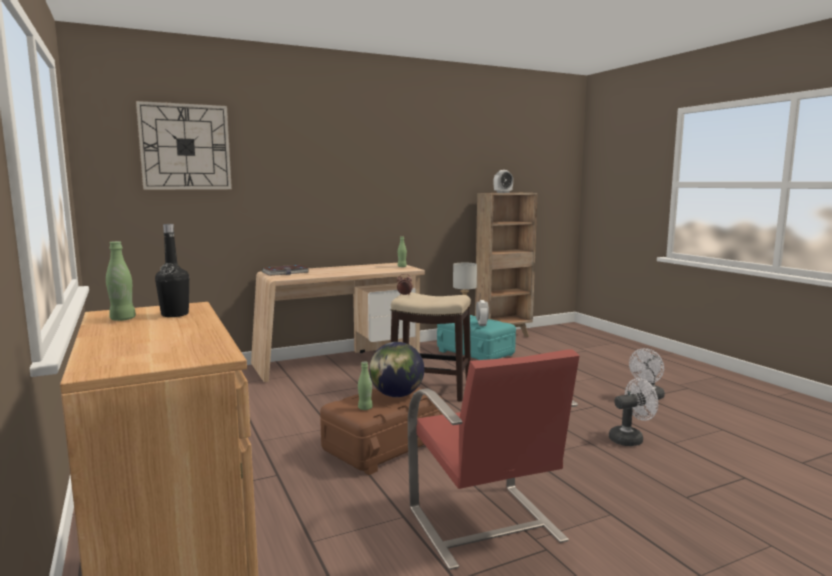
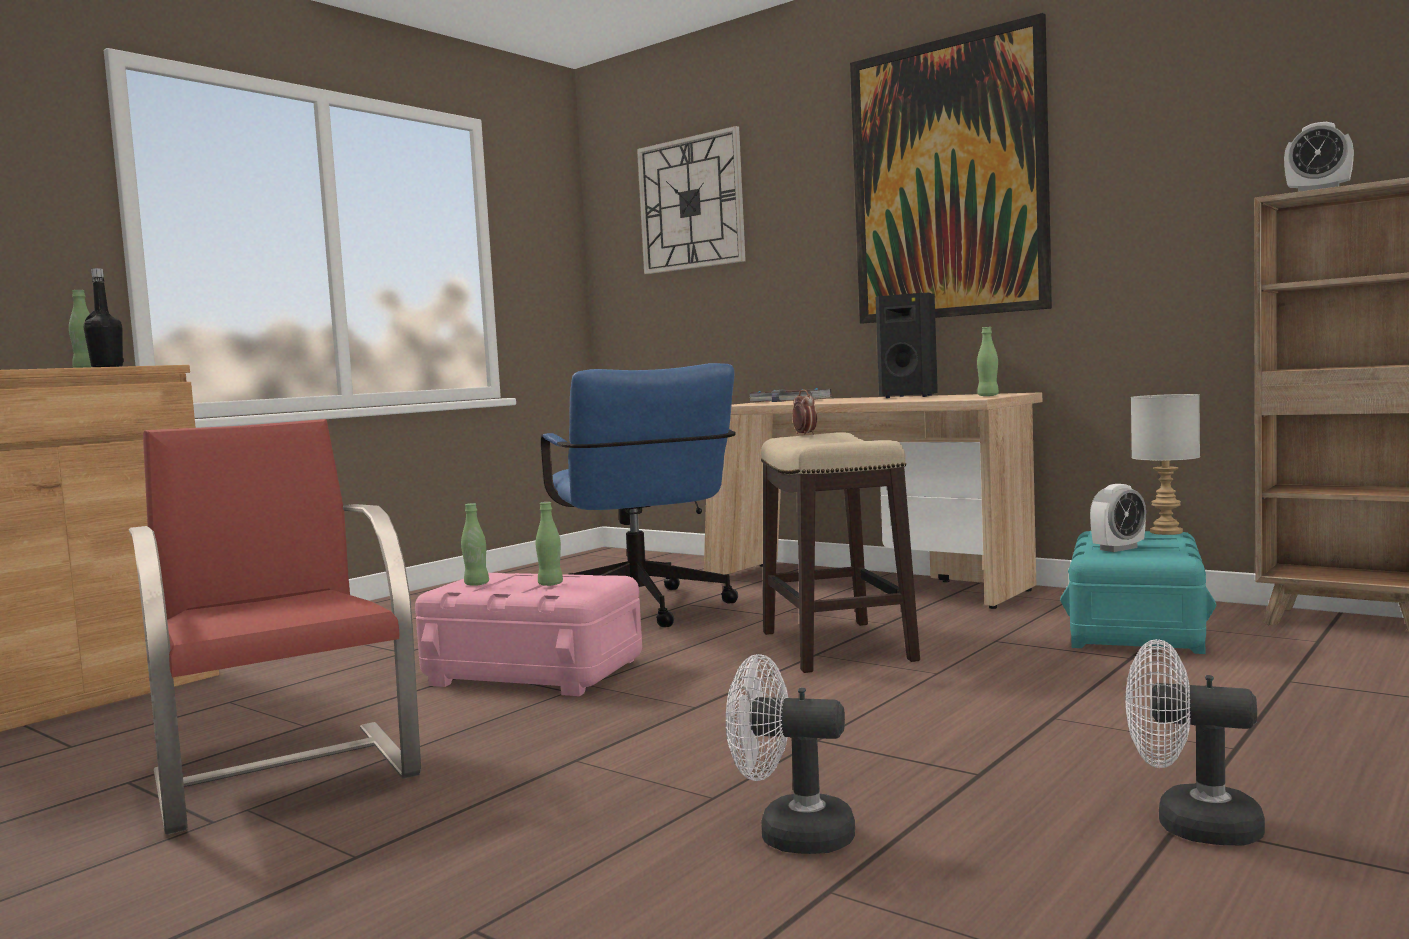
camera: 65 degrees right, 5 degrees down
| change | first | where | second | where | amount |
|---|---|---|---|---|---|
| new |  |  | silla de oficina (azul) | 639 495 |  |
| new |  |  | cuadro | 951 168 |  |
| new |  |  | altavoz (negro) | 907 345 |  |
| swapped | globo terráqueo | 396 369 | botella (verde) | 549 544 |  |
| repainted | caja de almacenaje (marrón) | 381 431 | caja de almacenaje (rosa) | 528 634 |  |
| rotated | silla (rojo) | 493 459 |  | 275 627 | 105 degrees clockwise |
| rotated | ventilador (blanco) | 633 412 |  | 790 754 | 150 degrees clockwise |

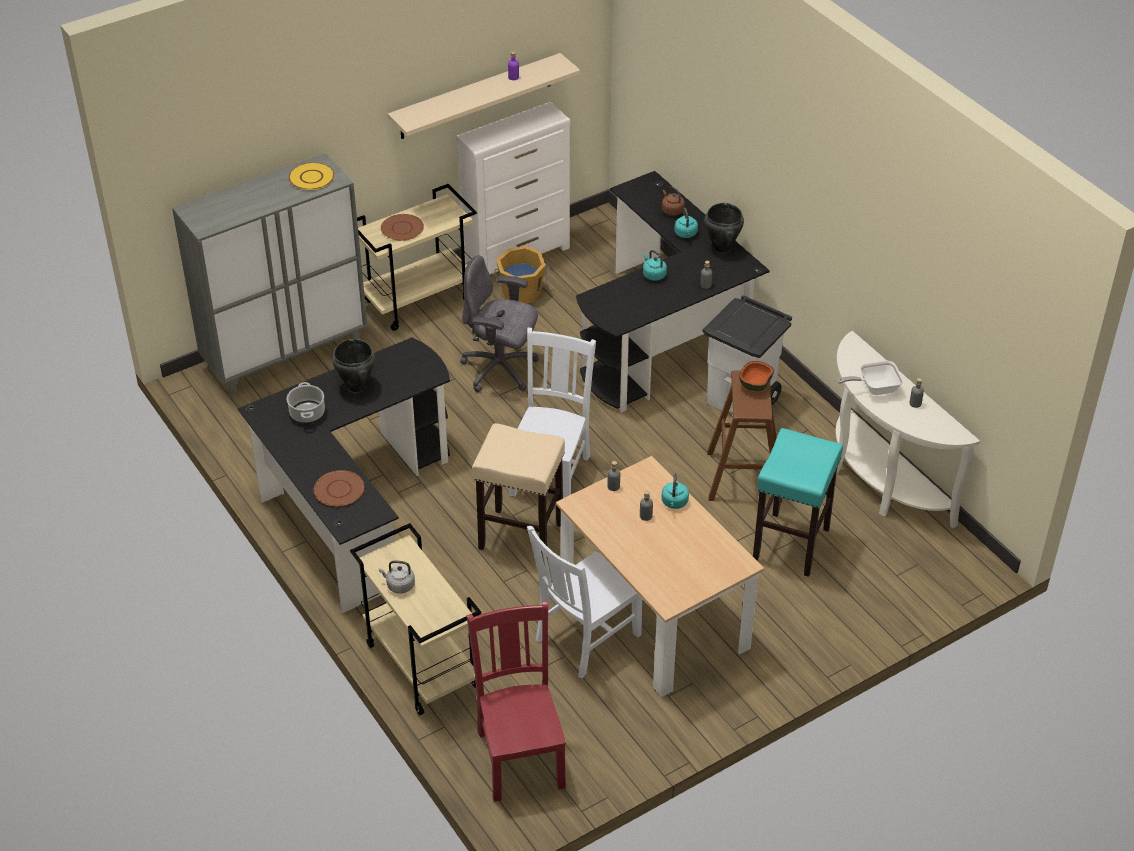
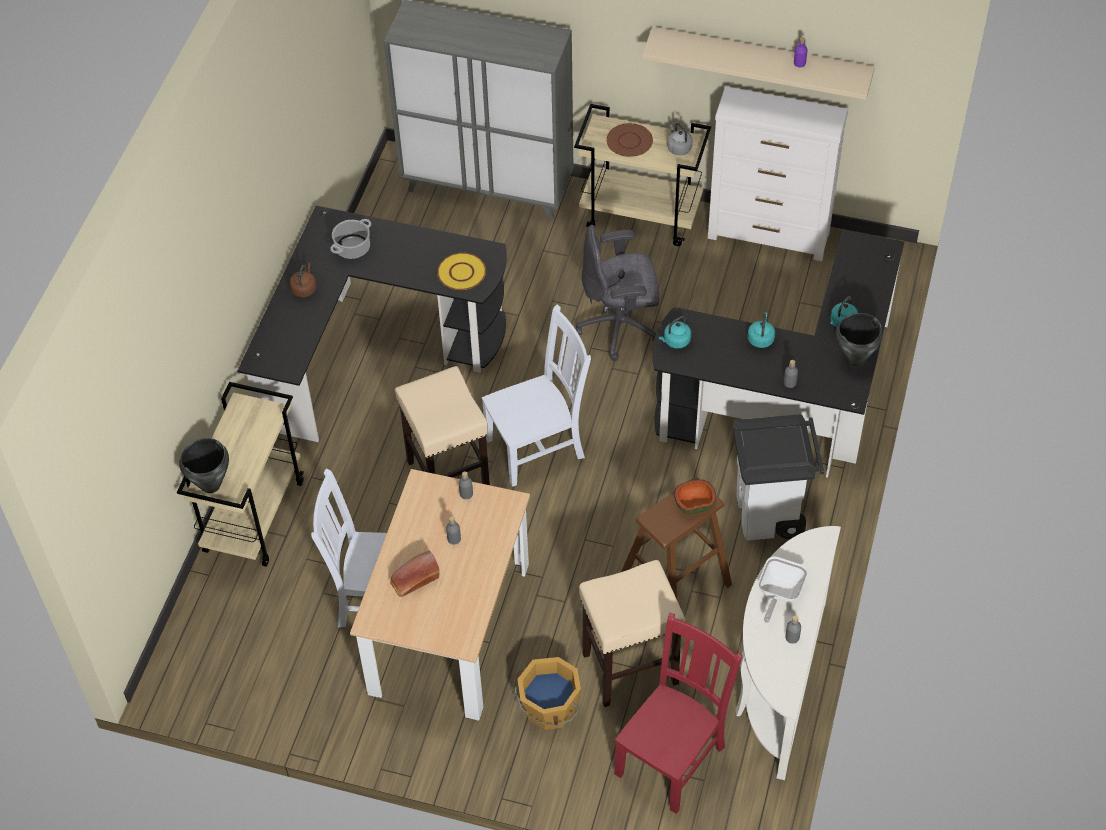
camera: 50 degrees right, 10 degrees up
| change | first | where | second | where | amount |
|---|---|---|---|---|---|
| gone | plato (marrón) | 339 488 |  |  |  |
| new |  |  | pan | 415 574 |  |
| shifted | plato (amarillo) | 311 176 |  | 461 271 |  |
| shifted | olla (negro) | 353 365 |  | 204 465 |  |
| shifted | hervidor (gris) | 397 577 |  | 680 139 |  |
| shifted | silla (rojo) | 516 701 |  | 678 713 |  |
| shifted | cubo (naranja) | 521 275 |  | 548 693 |  |
| shifted | hervidor (turquesa) | 675 491 |  | 675 332 |  |
| shifted | hervidor (marrón) | 673 201 |  | 303 280 |  |
| repainted | taburete (turquesa) | 798 502 | taburete (beis) | 632 633 |  |
| rotated | silla de oficina (gris) | 499 324 |  | 617 293 | 75 degrees counterclockwise |
| rotated | sartén | 870 378 |  | 783 589 | 105 degrees counterclockwise |

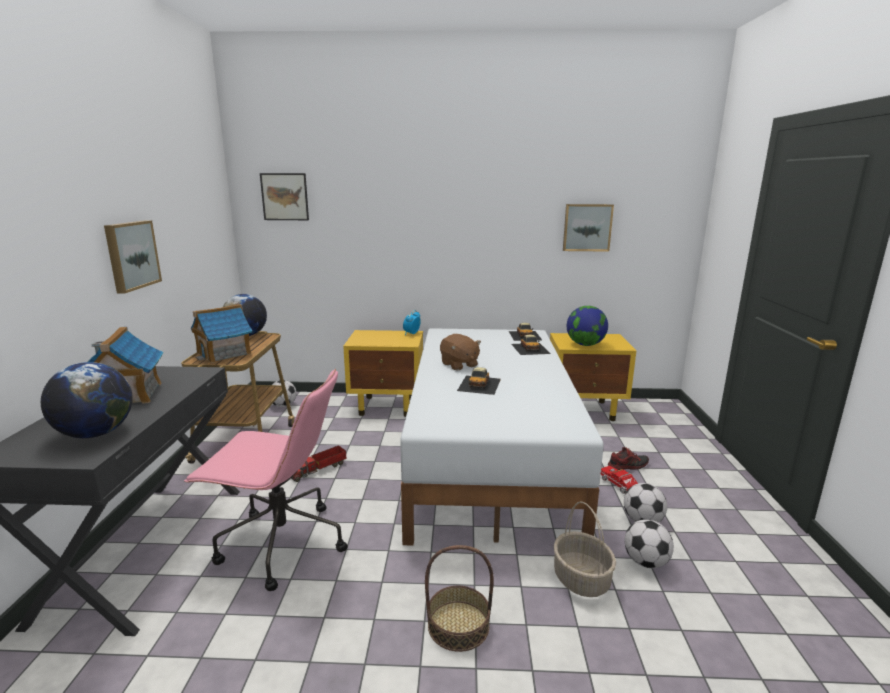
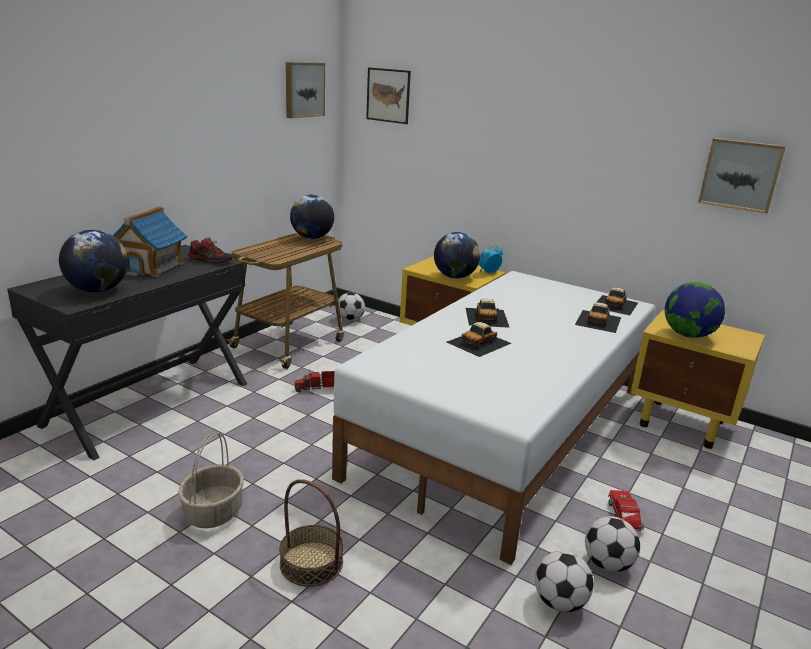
camera: 30 degrees right, 5 degrees up
| change | first | where | second | where | amount |
|---|---|---|---|---|---|
| gone | silla de oficina (rosa) | 266 480 |  |  |  |
| gone | casita | 221 333 |  |  |  |
| new |  |  | globo terráqueo | 457 255 |  |
| shifted | cuadro | 133 257 |  | 305 90 |  |
| shifted | cesta | 584 549 |  | 211 480 |  |
| shifted | zapato | 628 458 |  | 210 250 |  |
| swapped | peluche (marrón) | 460 352 | coche de juguete | 488 313 |  |

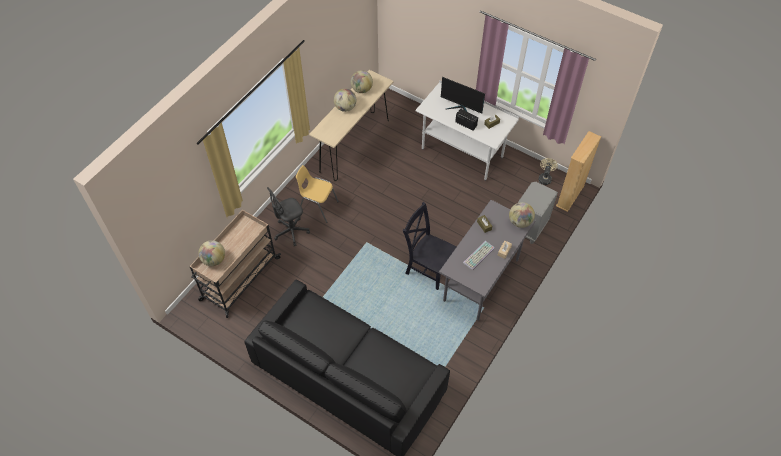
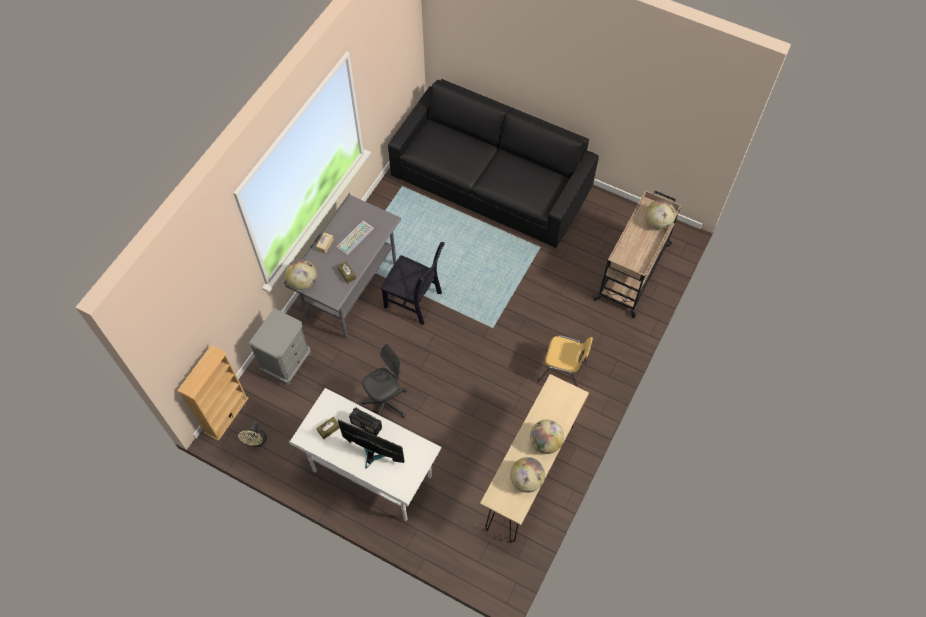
camera: 175 degrees right, 5 degrees up
| change | first | where | second | where | amount |
|---|---|---|---|---|---|
| shifted | silla de oficina (gris) | 288 216 |  | 384 381 |  |

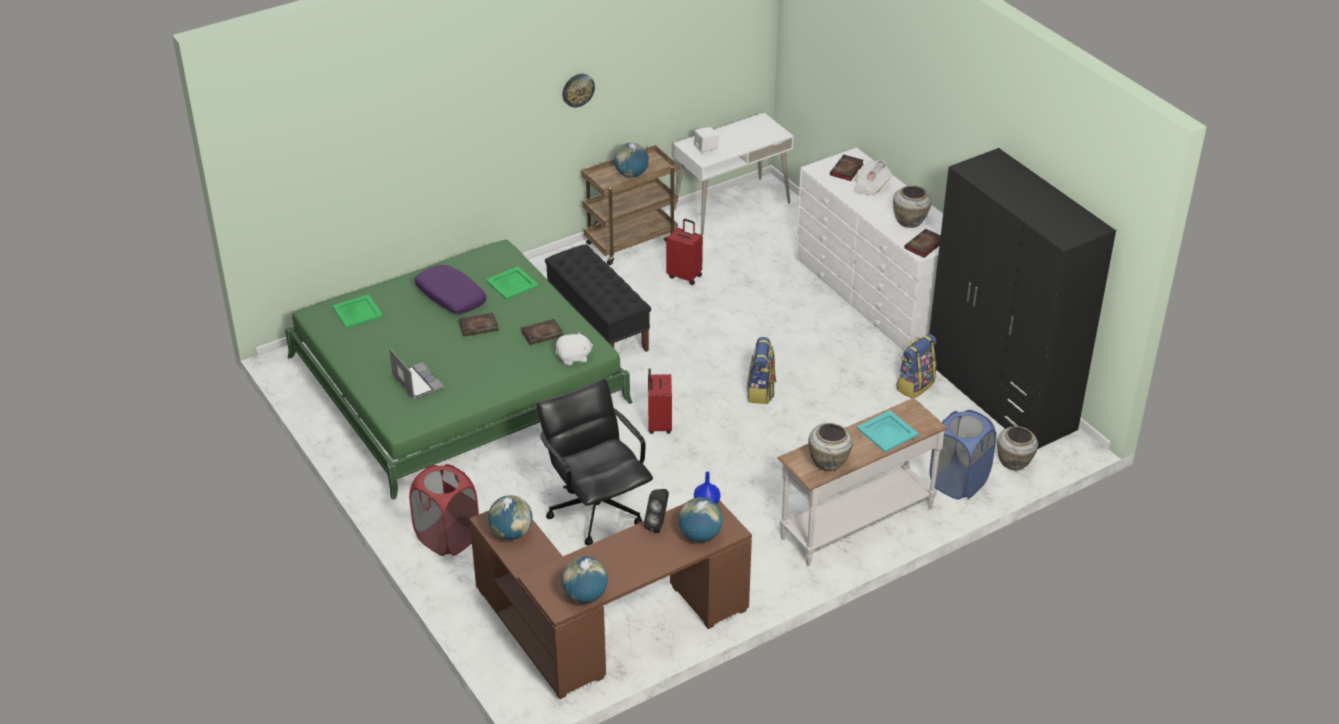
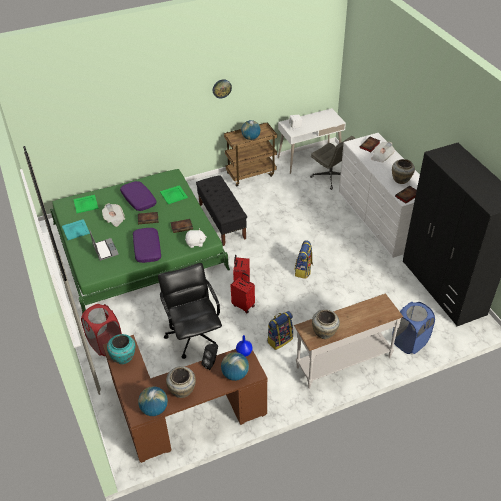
camera: 10 degrees right, 5 degrees up
| change | first | where | second | where | amount |
|---|---|---|---|---|---|
| new |  |  | periódico | 113 215 |  |
| new |  |  | cojín (morado) | 147 245 |  |
| new |  |  | silla de oficina (gris) | 332 163 |  |
| shifted | maleta (rojo) | 684 252 |  | 243 293 |  |
| shifted | bandeja (turquesa) | 888 431 |  | 76 229 |  |
| shifted | mochila | 916 366 |  | 280 330 |  |
| shifted | florero (beis) | 1017 448 |  | 181 382 |  |
| swapped | globo terráqueo | 510 517 | florero (turquesa) | 121 349 |  |

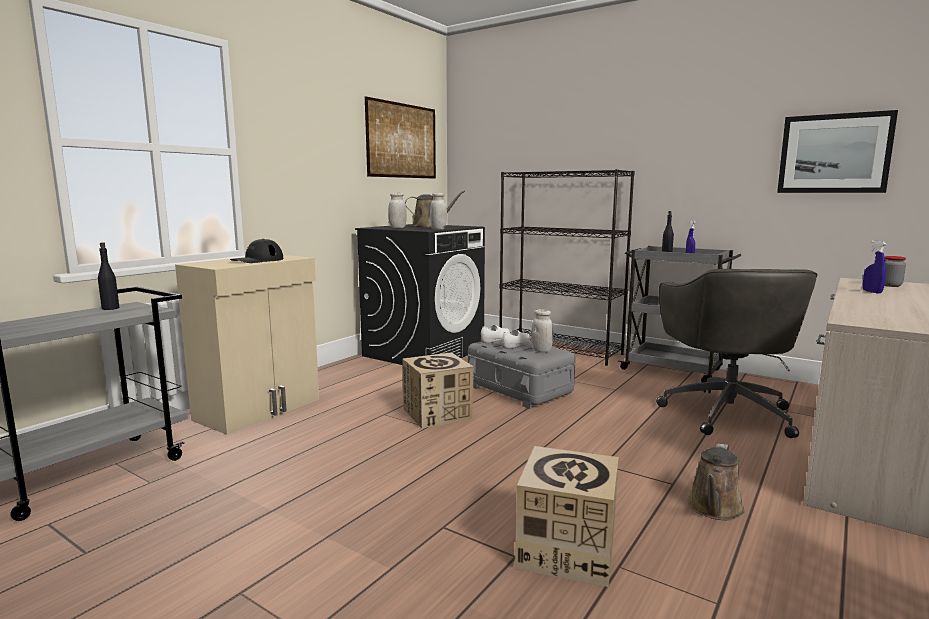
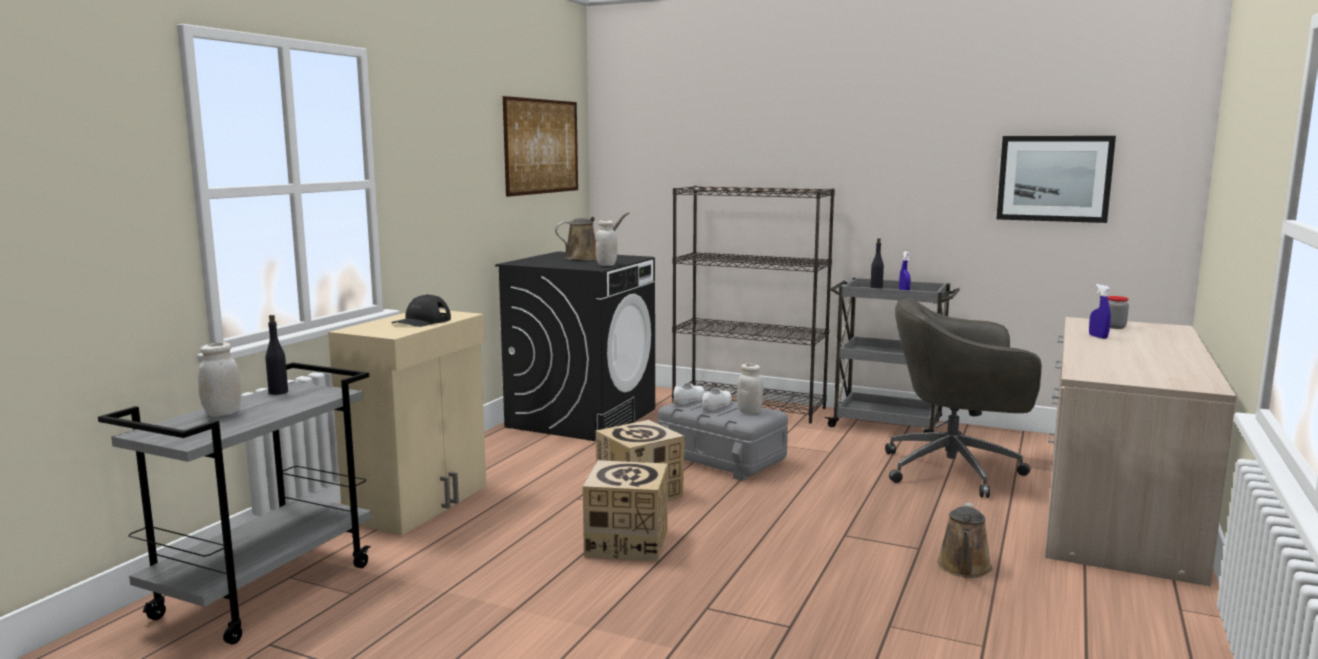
camera: 10 degrees left, 0 degrees up
| change | first | where | second | where | amount |
|---|---|---|---|---|---|
| shifted | tarro (blanco) | 397 210 |  | 219 379 |  |
| shifted | caja de cartón | 566 516 |  | 625 510 |  |
| rotated | silla de oficina (gris) | 737 353 |  | 963 398 | 105 degrees clockwise |

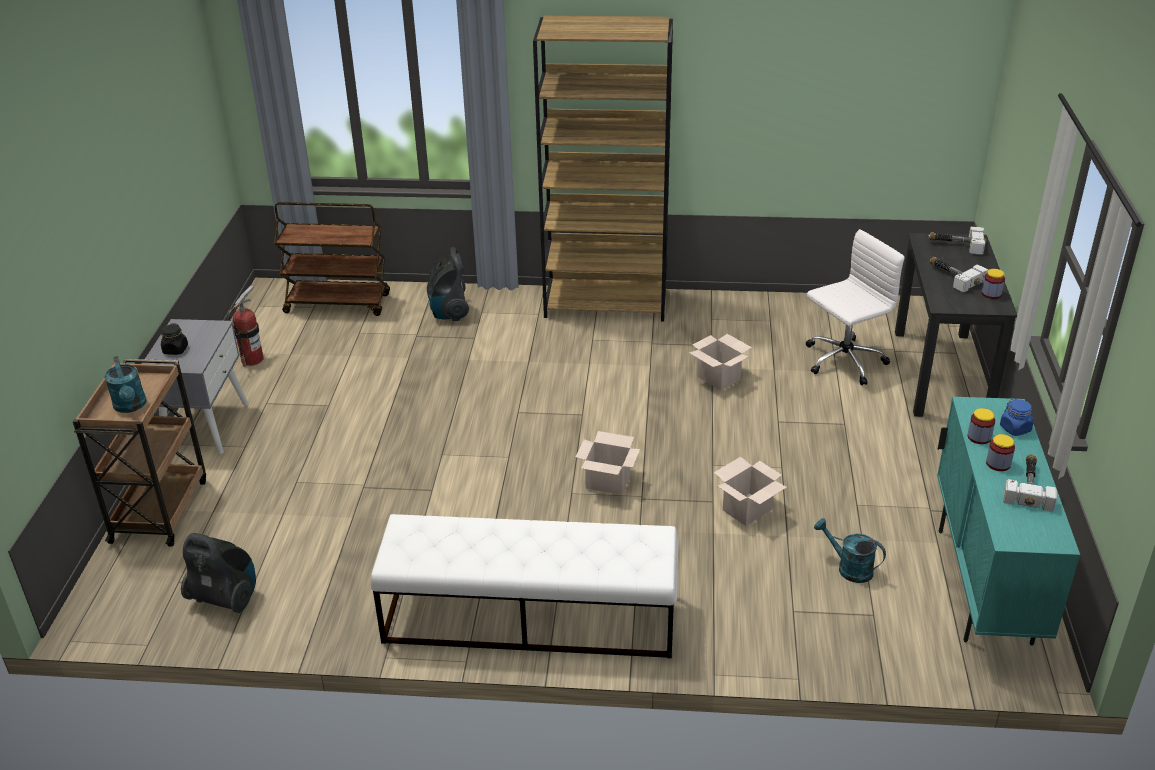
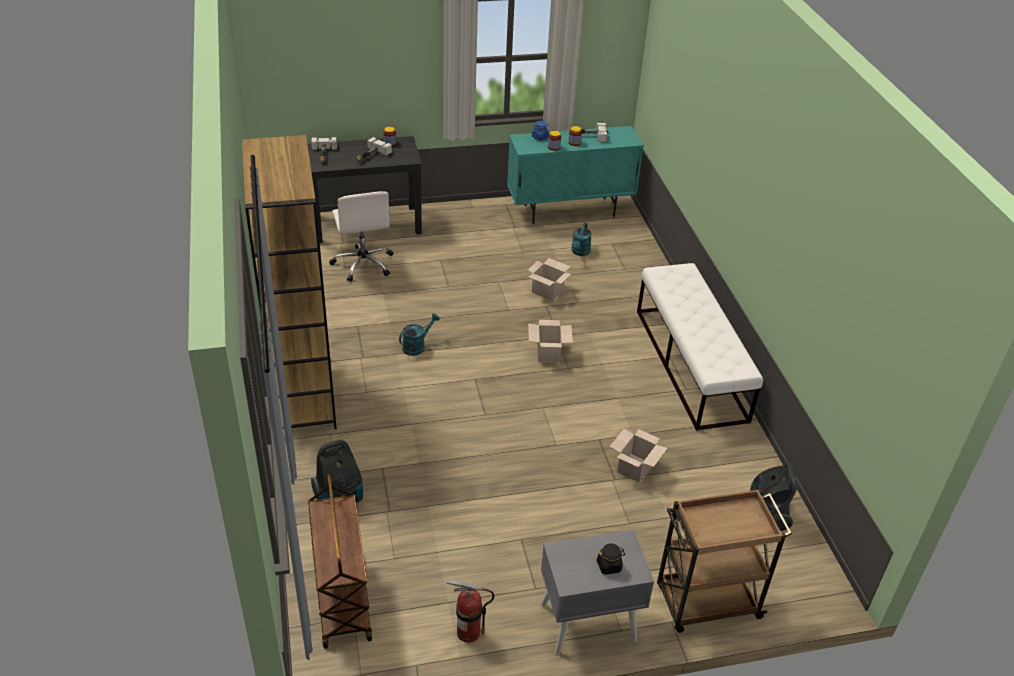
camera: 110 degrees left, 5 degrees up
| change | first | where | second | where | amount |
|---|---|---|---|---|---|
| shifted | regadera (turquesa) | 125 384 |  | 419 334 |  |
| shifted | caja de cartón | 720 362 |  | 638 456 |  |
| rotated | silla de oficina (blanco) | 855 307 |  | 361 236 | 150 degrees counterclockwise |

